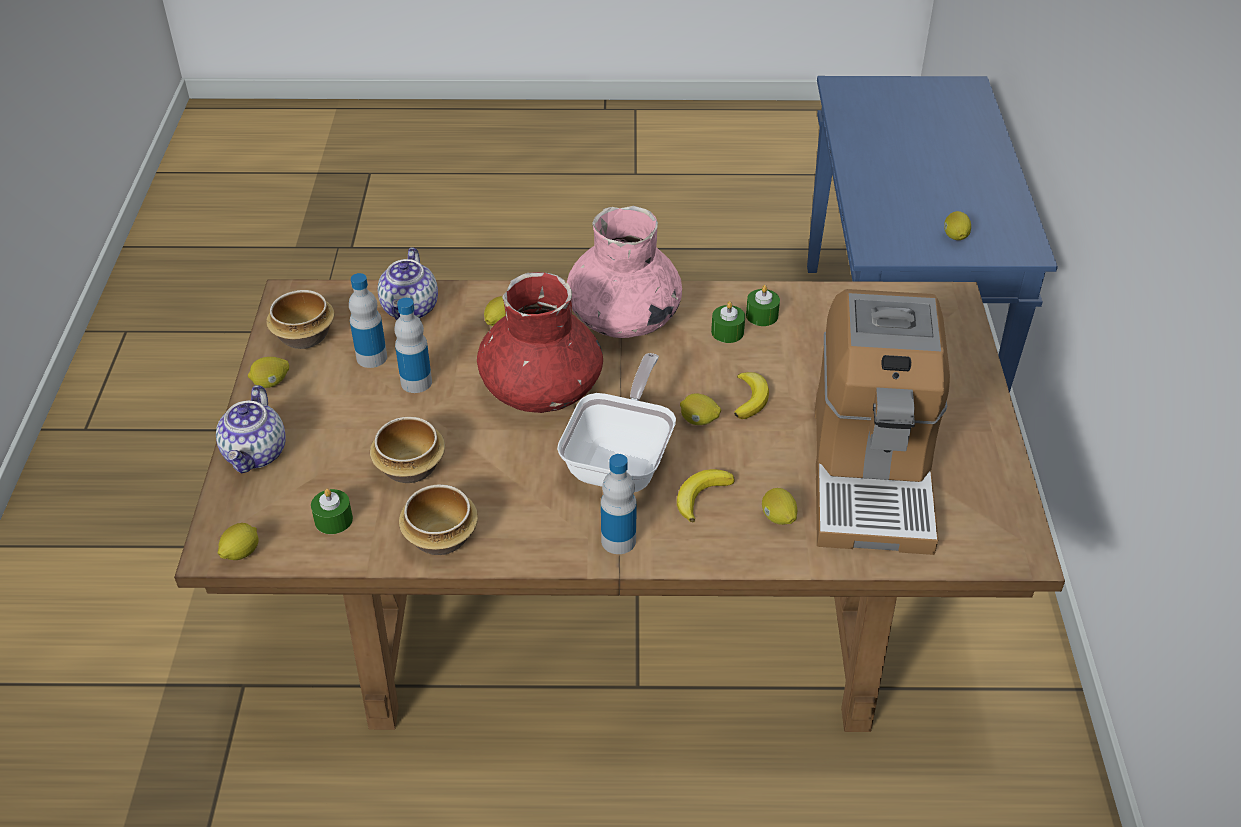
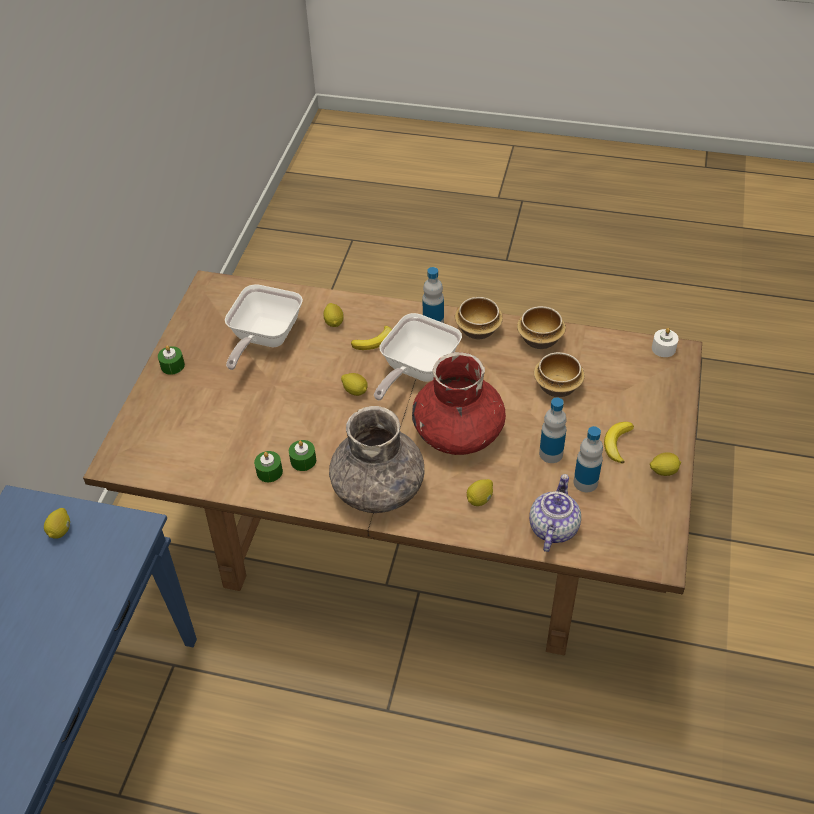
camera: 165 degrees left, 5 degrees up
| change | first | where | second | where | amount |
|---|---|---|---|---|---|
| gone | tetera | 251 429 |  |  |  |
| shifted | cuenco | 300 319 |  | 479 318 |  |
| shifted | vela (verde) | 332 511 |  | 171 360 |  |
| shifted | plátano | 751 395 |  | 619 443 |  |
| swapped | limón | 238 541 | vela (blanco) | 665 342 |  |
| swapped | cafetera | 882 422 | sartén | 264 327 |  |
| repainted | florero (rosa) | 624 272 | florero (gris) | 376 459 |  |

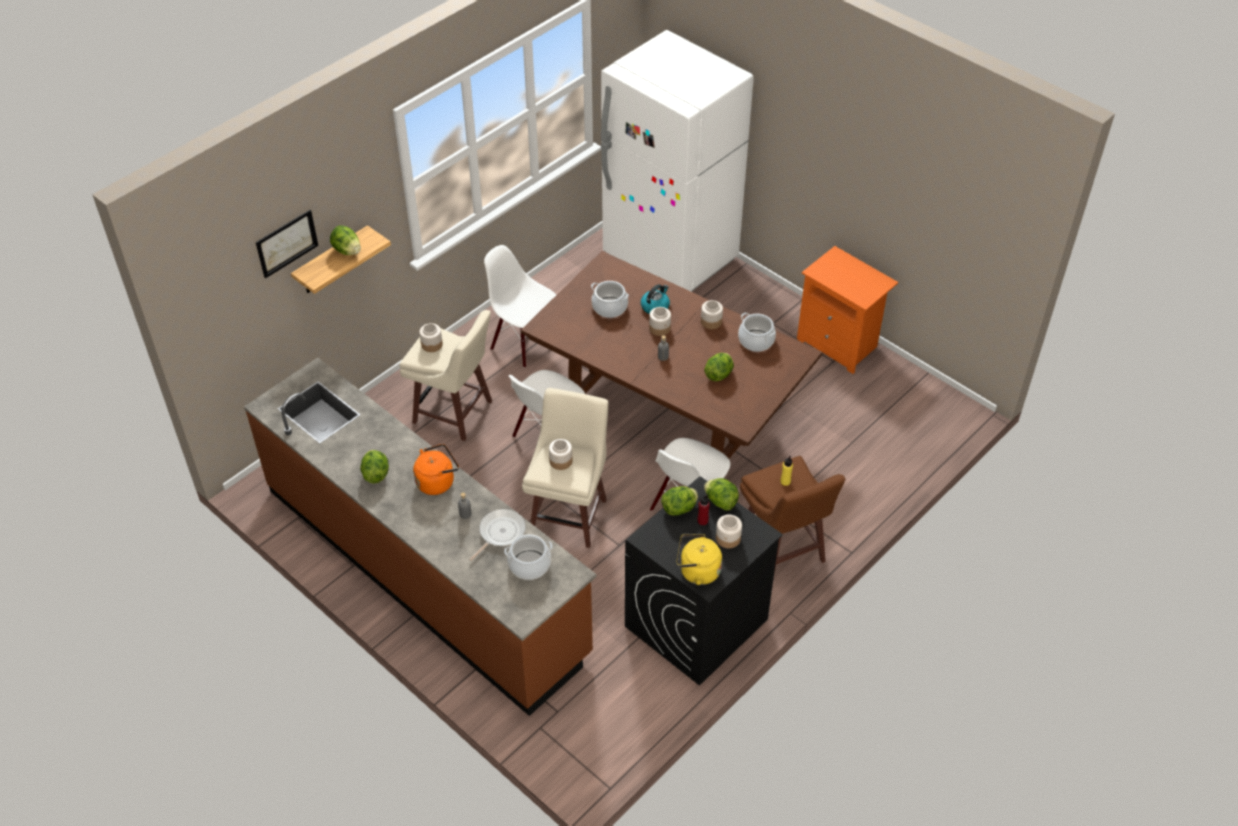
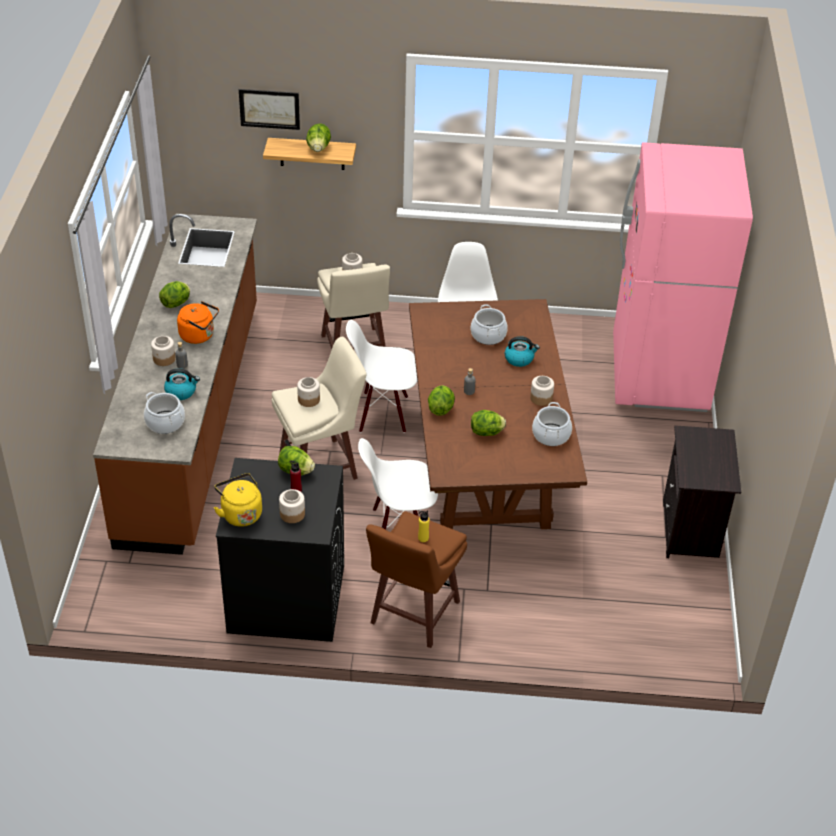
camera: 50 degrees right, 5 degrees down
| change | first | where | second | where | amount |
|---|---|---|---|---|---|
| shifted | tarro | 660 321 |  | 163 351 |  |
| shifted | lechuga | 721 494 |  | 441 400 |  |
| swapped | sartén | 497 535 | hervidor | 182 384 |  |
| repainted | nevera (blanco) | 677 161 | nevera (rosa) | 683 277 |  |
| repainted | mesita de noche (naranja) | 847 310 | mesita de noche (negro) | 702 491 |  |

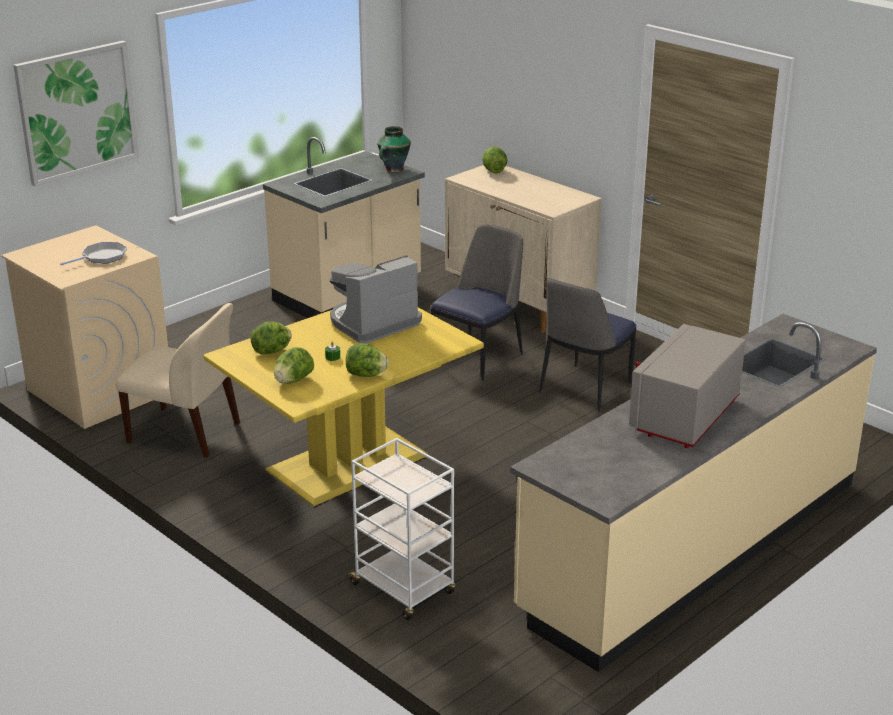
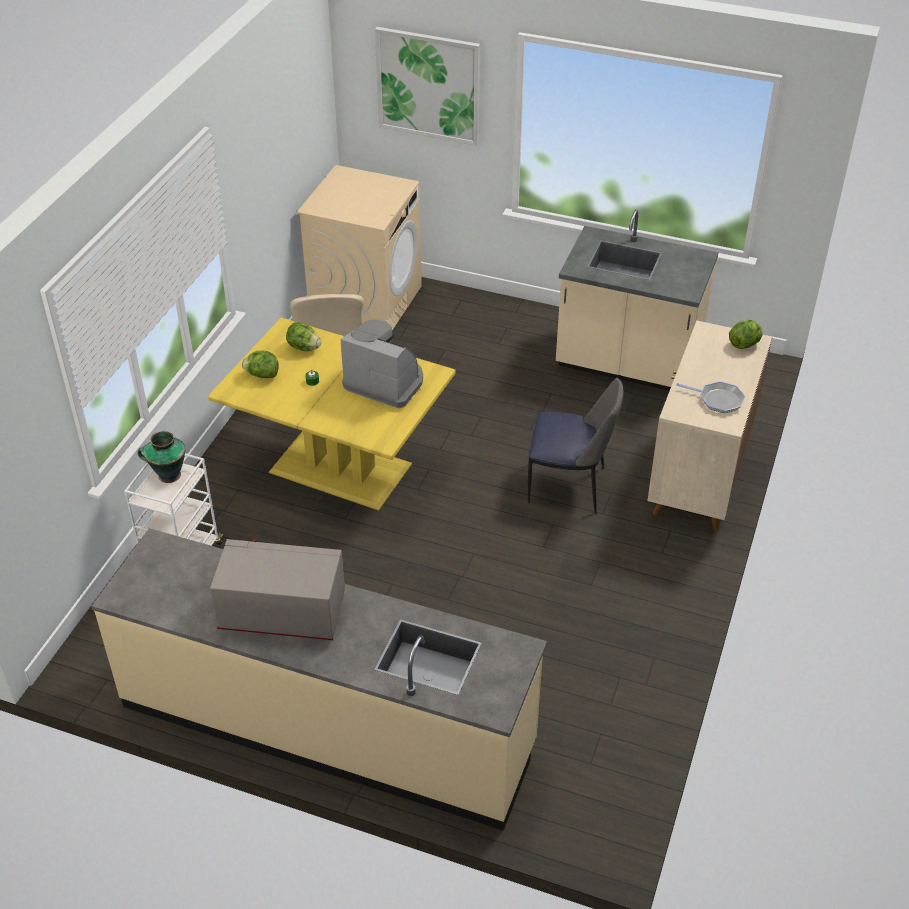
camera: 65 degrees right, 15 degrees up
| change | first | where | second | where | amount |
|---|---|---|---|---|---|
| gone | lechuga | 367 360 |  |  |  |
| gone | silla | 587 345 |  |  |  |
| shifted | sartén | 93 253 |  | 710 397 |  |
| shifted | florero | 394 149 |  | 161 457 |  |

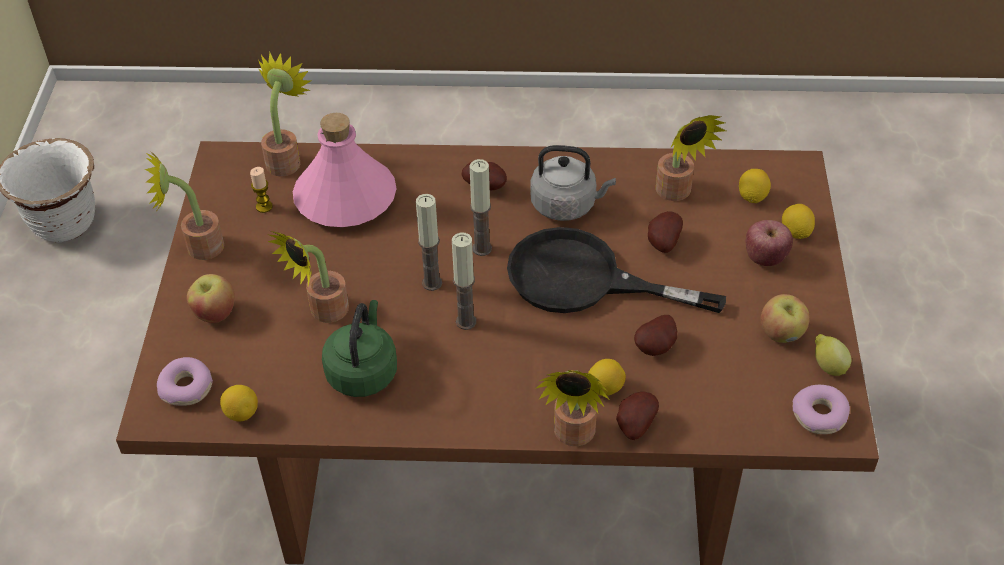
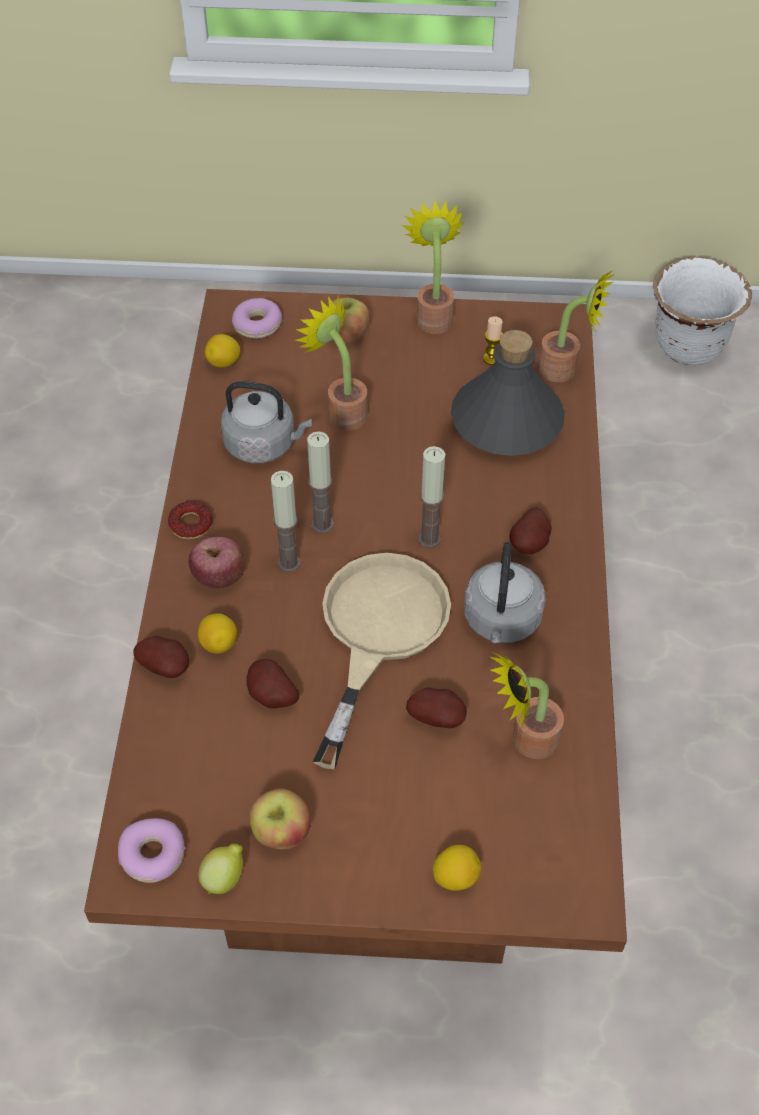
camera: 90 degrees right, 5 degrees up
| change | first | where | second | where | amount |
|---|---|---|---|---|---|
| gone | planta en maceta | 572 408 |  |  |  |
| gone | limón | 755 186 |  |  |  |
| new |  |  | rosquilla | 190 520 |  |
| shifted | vela | 429 242 |  | 285 521 |  |
| shifted | manzana | 769 243 |  | 217 562 |  |
| repainted | botella (rosa) | 345 170 | botella (gris) | 508 393 |  |
| repainted | hervidor (verde) | 359 348 | hervidor (gris) | 266 422 |  |
| repainted | sartén (negro) | 616 270 | sartén (beis) | 382 661 |  |

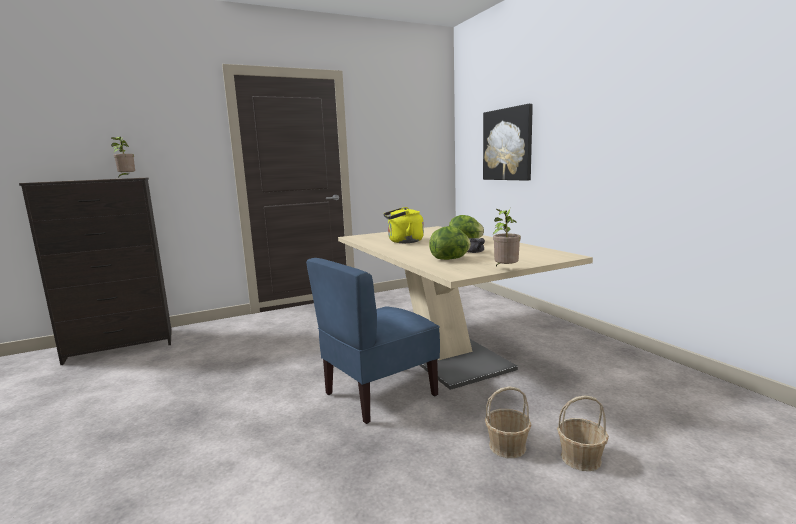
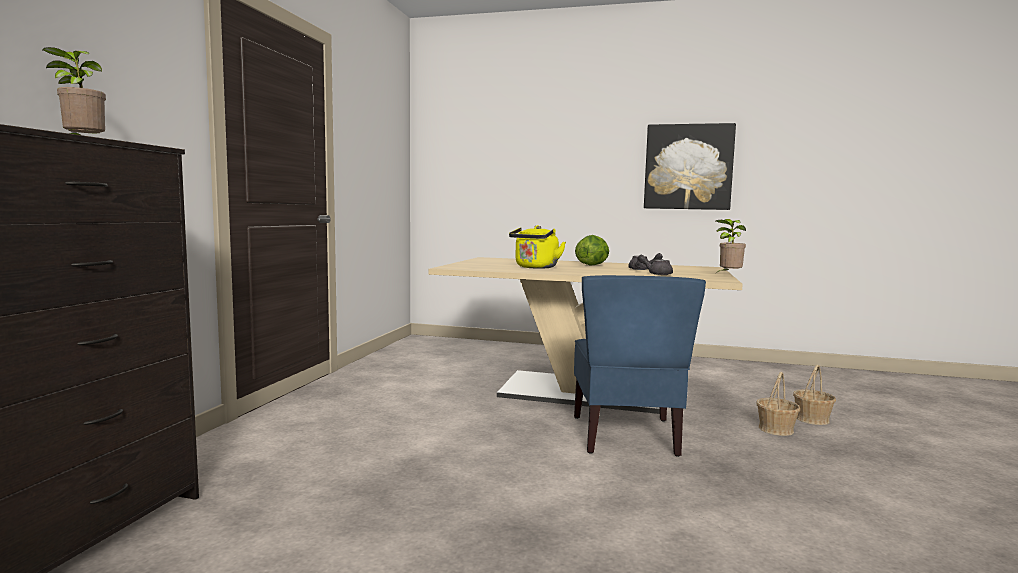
camera: 50 degrees left, 5 degrees down
| change | first | where | second | where | amount |
|---|---|---|---|---|---|
| shifted | cuadro | 508 142 |  | 690 166 |  |
| swapped | lechuga | 450 243 | tetera (gris) | 655 265 |  |

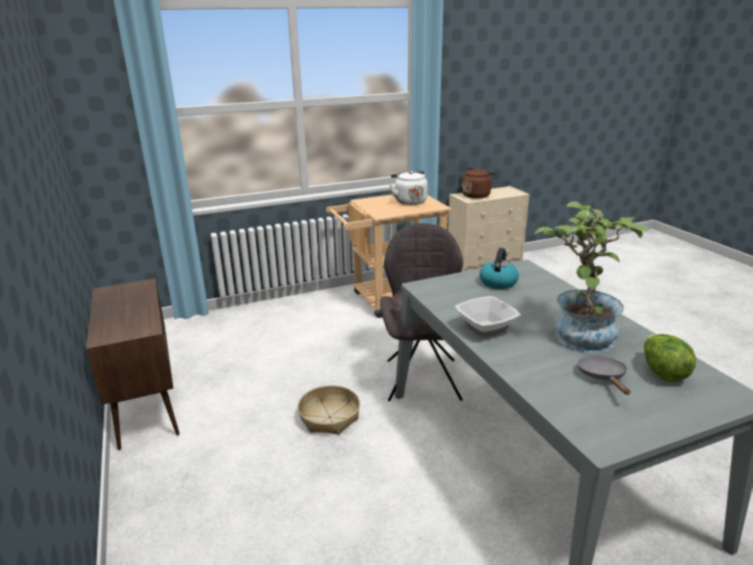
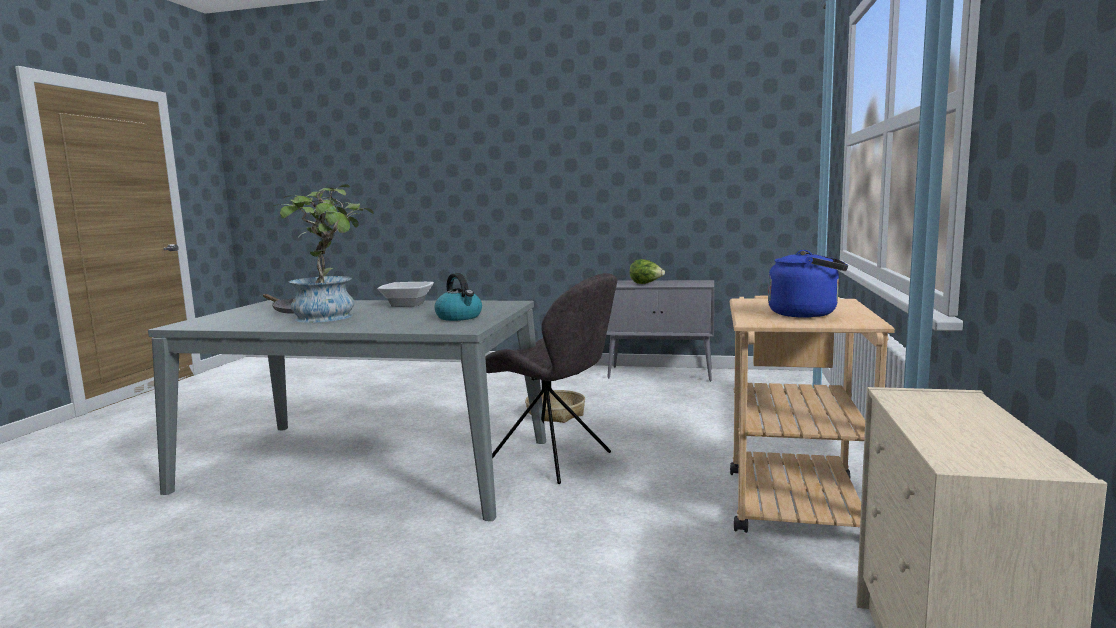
camera: 125 degrees right, 15 degrees down
| change | first | where | second | where | amount |
|---|---|---|---|---|---|
| gone | hervidor (marrón) | 479 183 |  |  |  |
| shifted | lechuga | 670 358 |  | 647 271 |  |
| repainted | armario (marrón) | 133 364 | armario (gris) | 660 330 |  |
| repainted | hervidor (blanco) | 409 188 | hervidor (azul) | 808 284 |  |

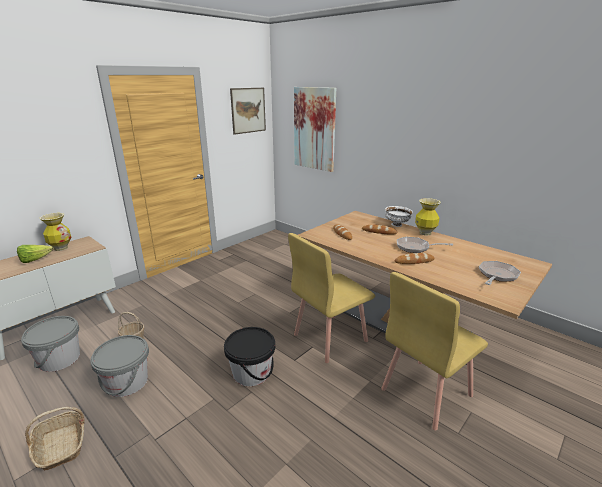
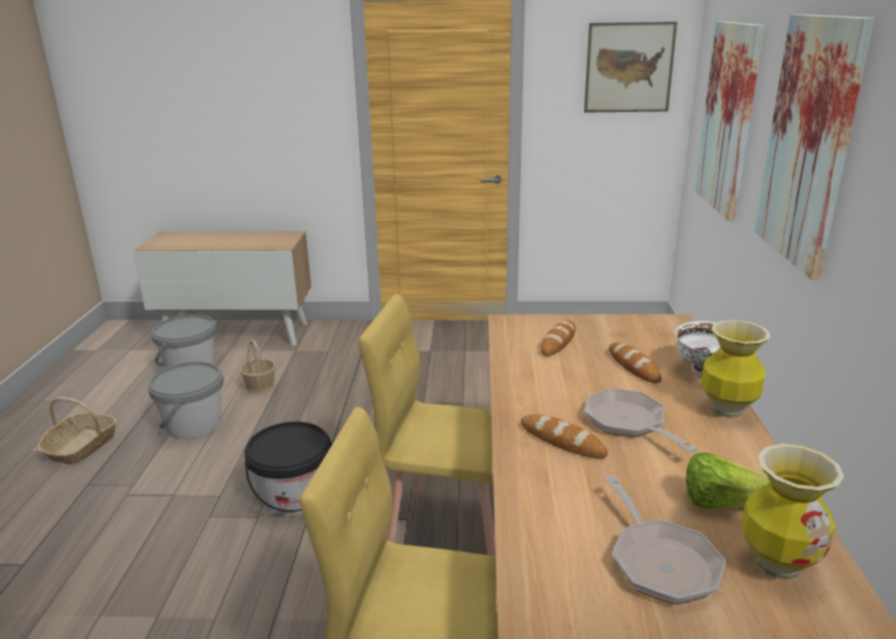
camera: 50 degrees right, 0 degrees up
| change | first | where | second | where | amount |
|---|---|---|---|---|---|
| new |  |  | cuadro | 814 147 |  |
| shifted | lechuga | 35 254 |  | 728 480 |  |
| shifted | florero | 55 232 |  | 793 512 |  |
| rotated | sartén | 500 273 |  | 665 540 | 75 degrees clockwise |

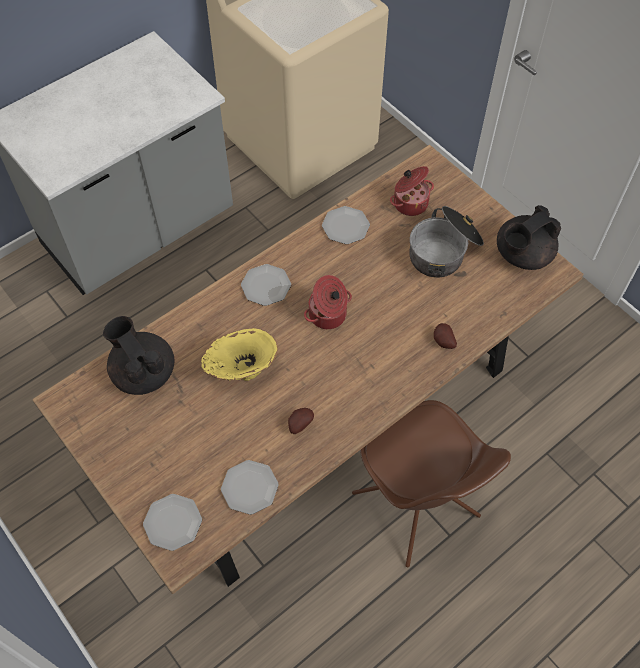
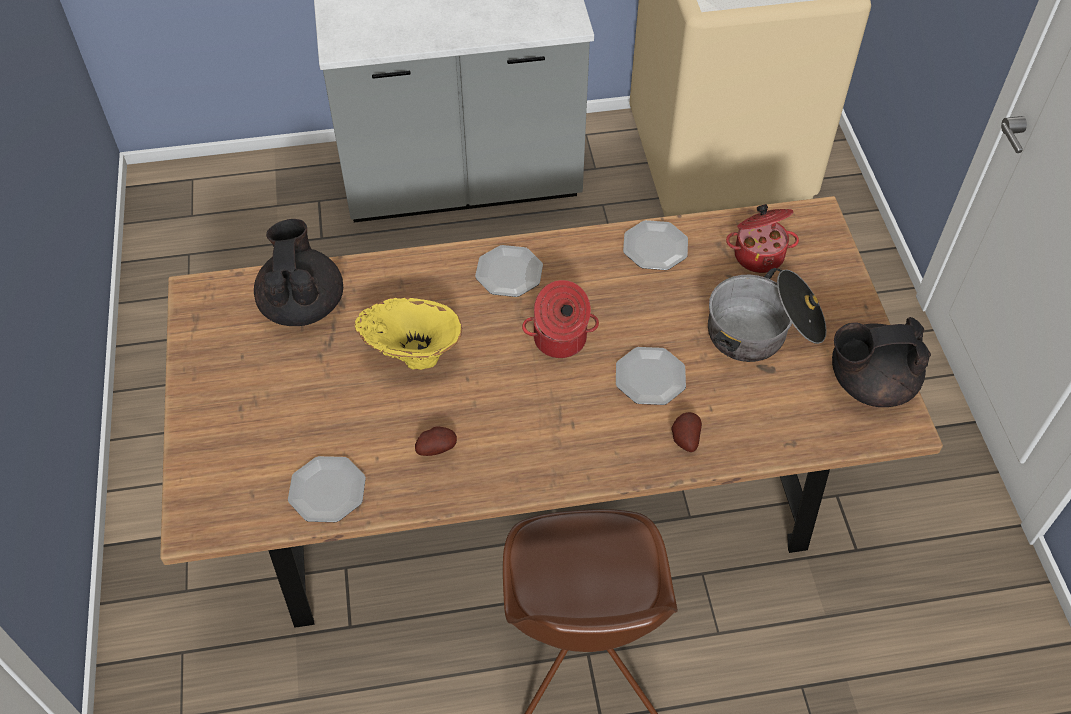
camera: 30 degrees right, 5 degrees down
| change | first | where | second | where | amount |
|---|---|---|---|---|---|
| shifted | plato | 172 522 |  | 651 376 |  |

